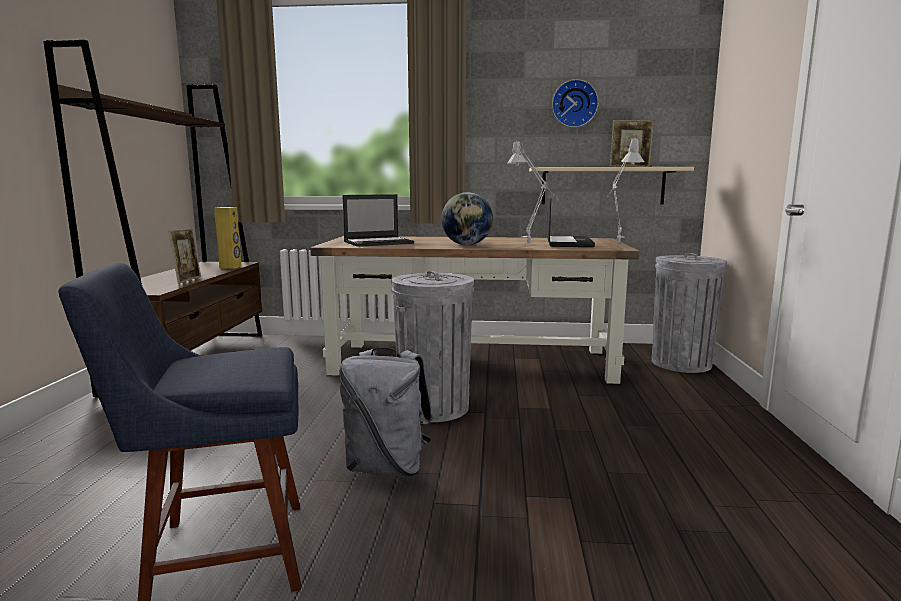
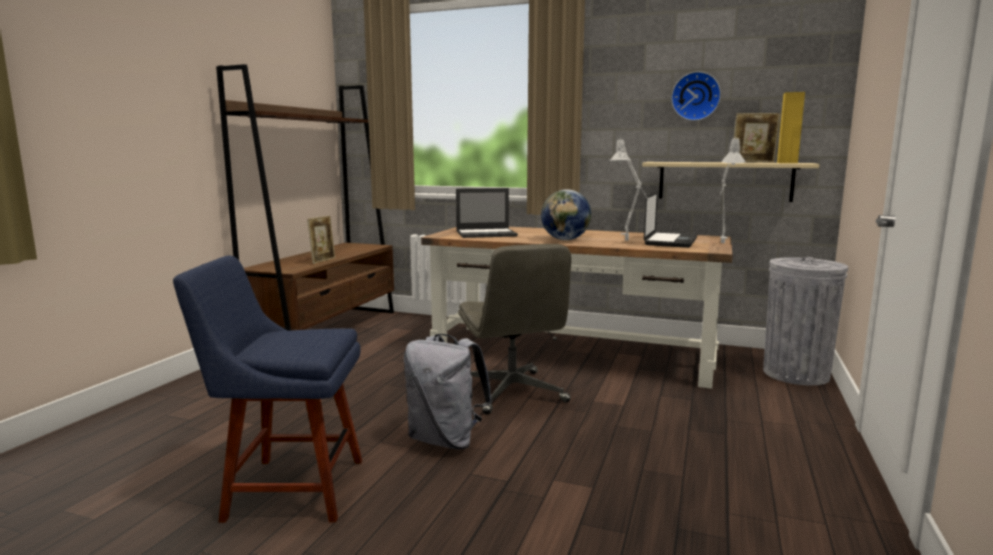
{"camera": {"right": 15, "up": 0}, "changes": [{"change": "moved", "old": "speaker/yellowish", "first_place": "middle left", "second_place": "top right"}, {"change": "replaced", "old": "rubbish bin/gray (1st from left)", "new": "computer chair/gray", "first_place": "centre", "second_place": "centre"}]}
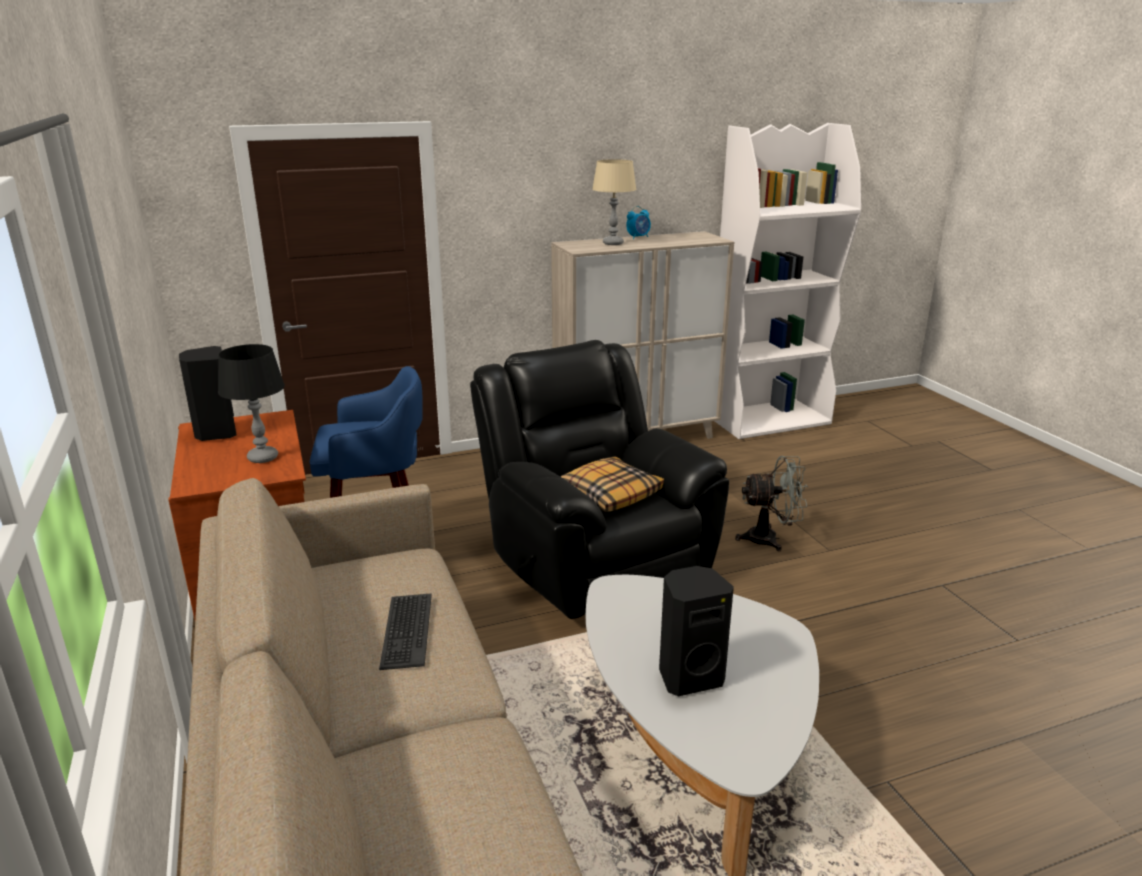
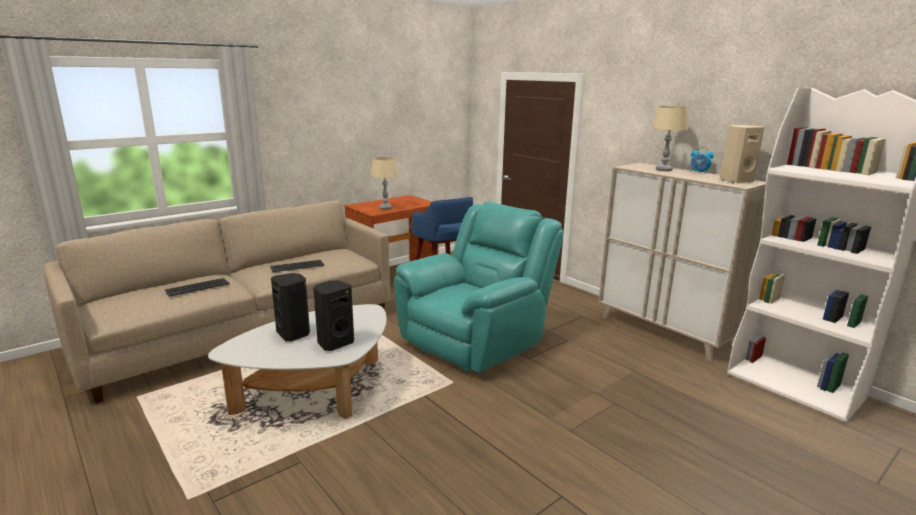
{"camera": {"right": 70, "up": -5}, "changes": [{"change": "moved", "old": "speaker/black-coloured (1st from left in the first image)", "new": "speaker/black-coloured (2nd from left)", "first_place": "middle left", "second_place": "centre"}, {"change": "recoloured", "old": "table lamp/black-coloured", "new": "table lamp/beige-coloured (1st from left)", "first_place": "middle left", "second_place": "centre"}, {"change": "recoloured", "old": "lounge chair/black-coloured", "new": "lounge chair/turquoise", "first_place": "centre", "second_place": "centre"}, {"change": "removed", "old": "throw pillow", "first_place": "centre"}, {"change": "removed", "old": "cooling fan/gray", "first_place": "middle right"}, {"change": "added", "new": "PC keyboard (1st from left)", "second_place": "middle left"}, {"change": "added", "new": "speaker/beige-coloured", "second_place": "top right"}]}
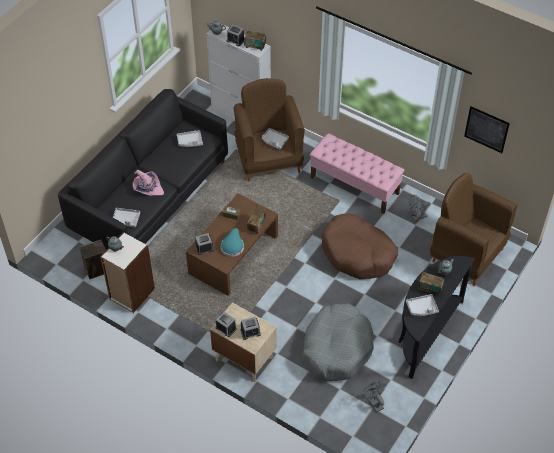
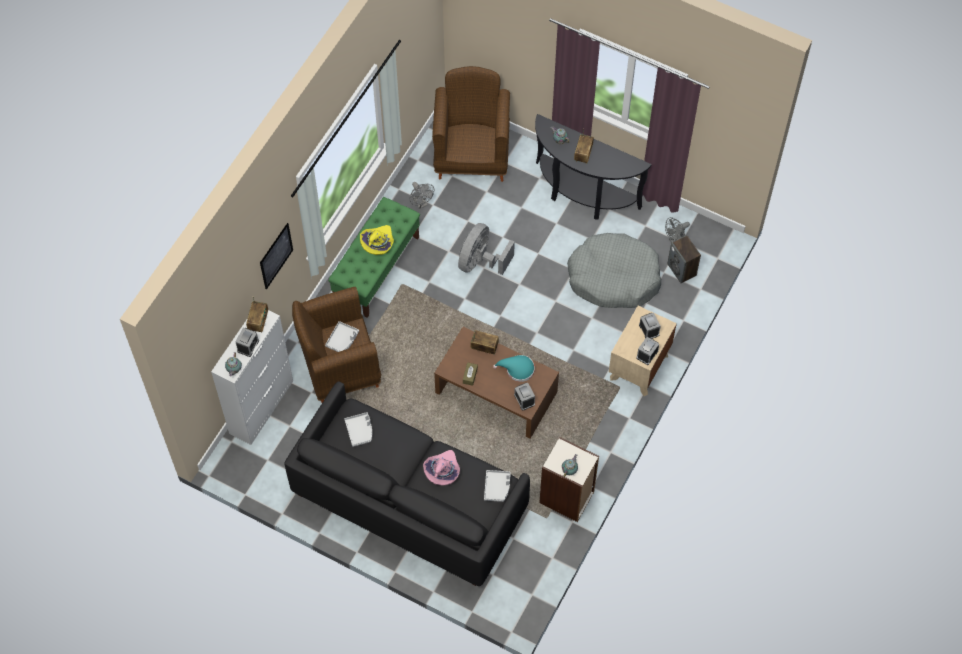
{"camera": {"right": -95, "up": 10}, "changes": [{"change": "moved", "old": "speaker", "first_place": "middle left", "second_place": "middle right"}, {"change": "recoloured", "old": "bench/pinkish", "new": "bench/greenish", "first_place": "centre", "second_place": "centre"}, {"change": "replaced", "old": "dog cushion/brown", "new": "cooling fan/gray (2nd from left)", "first_place": "centre", "second_place": "centre"}, {"change": "removed", "old": "serving tray/gray (4th from left)", "first_place": "bottom right"}, {"change": "turned", "old": "lounge chair/brown (2nd from left)", "first_place": "middle right", "second_place": "top centre", "degrees": 150}, {"change": "moved", "old": "wall picture", "first_place": "top right", "second_place": "middle left"}, {"change": "added", "new": "clothing hat/yellowish", "second_place": "centre"}]}
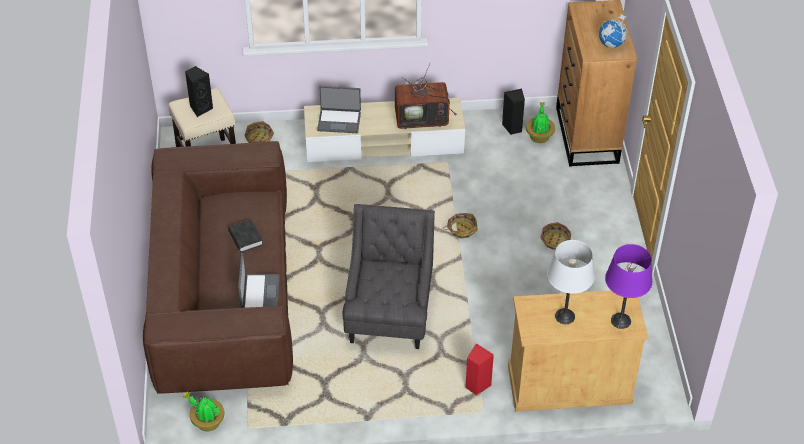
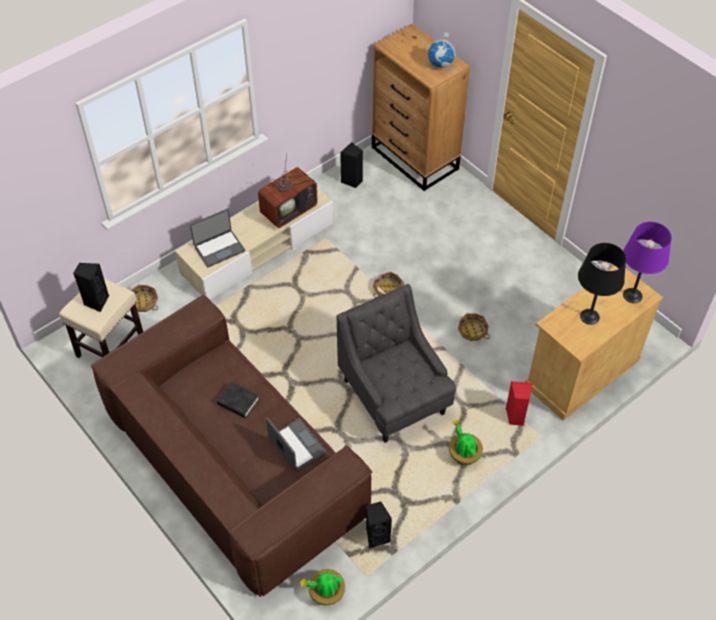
{"camera": {"right": -35, "up": 5}, "changes": [{"change": "moved", "old": "plant in a pot (2nd from left)", "first_place": "top right", "second_place": "bottom centre"}, {"change": "moved", "old": "household basket (3rd from left)", "first_place": "middle right", "second_place": "centre"}, {"change": "recoloured", "old": "table lamp/white", "new": "table lamp/black-coloured", "first_place": "middle right", "second_place": "middle right"}, {"change": "added", "new": "speaker/black-coloured (3rd from left)", "second_place": "bottom centre"}]}
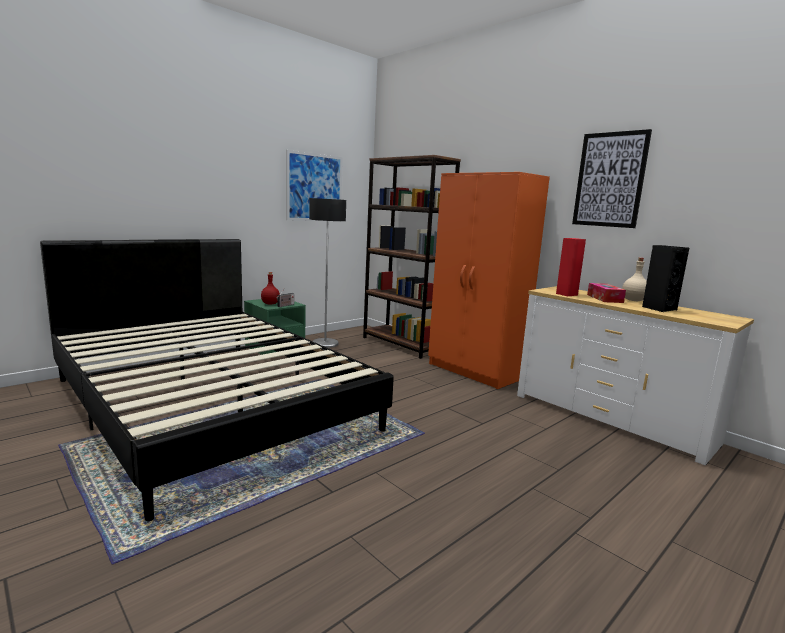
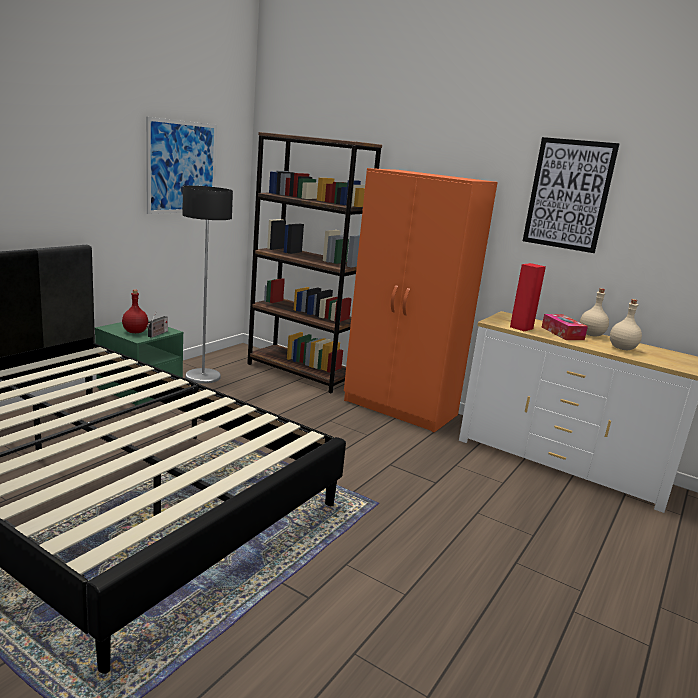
{"camera": {"right": -15, "up": 5}, "changes": [{"change": "replaced", "old": "speaker/black-coloured", "new": "beverage bottle/beige-coloured (2nd from left)", "first_place": "middle right", "second_place": "middle right"}]}
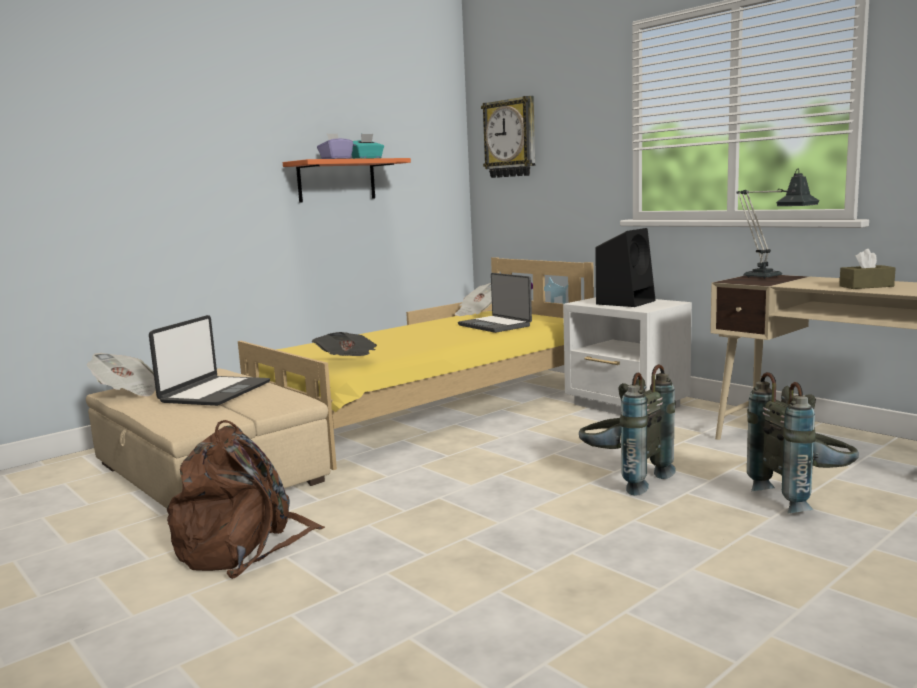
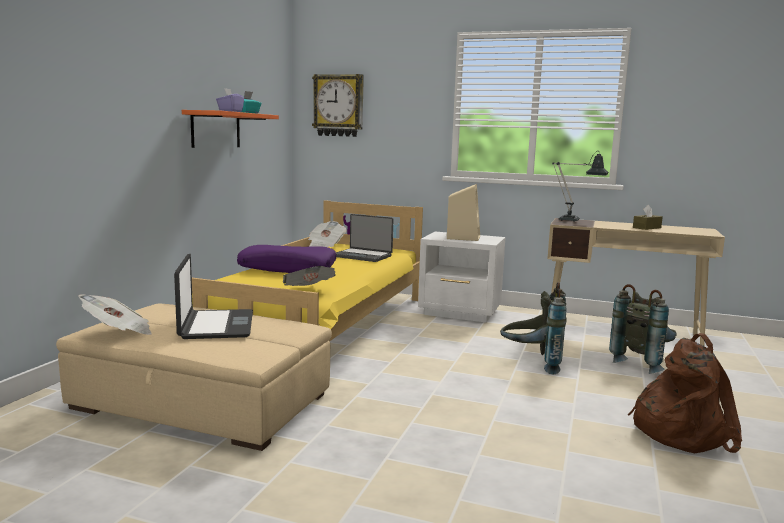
{"camera": {"right": -30, "up": 0}, "changes": [{"change": "moved", "old": "rucksack/brown", "first_place": "bottom left", "second_place": "bottom right"}, {"change": "recoloured", "old": "speaker/black-coloured", "new": "speaker/beige-coloured", "first_place": "middle right", "second_place": "centre"}, {"change": "added", "new": "throw pillow/purple-coloured", "second_place": "centre"}]}
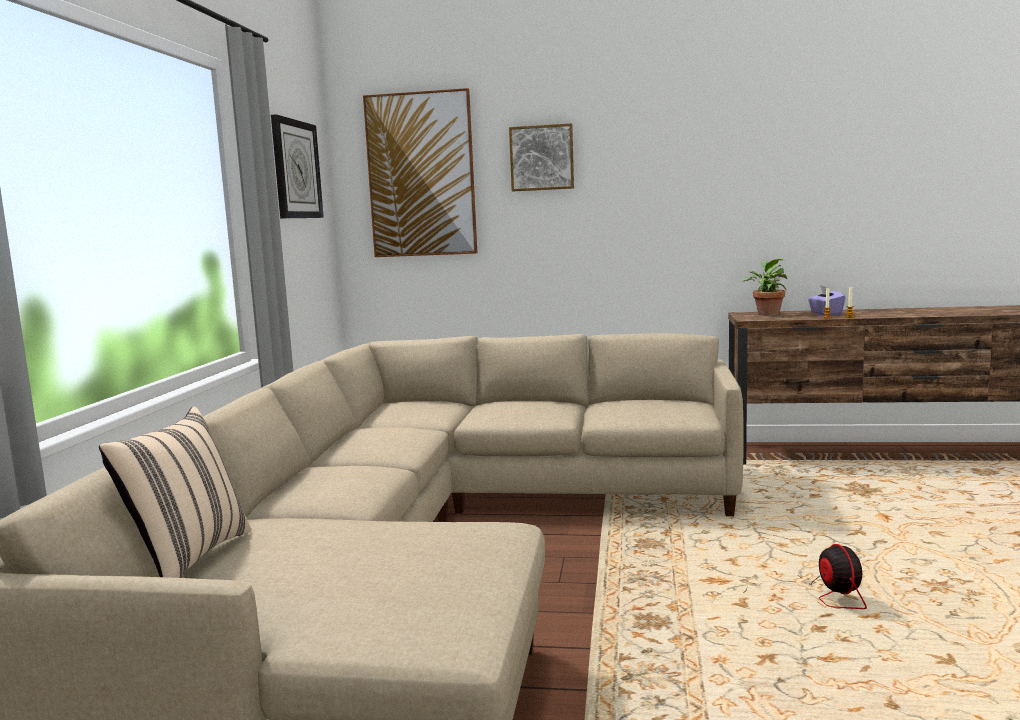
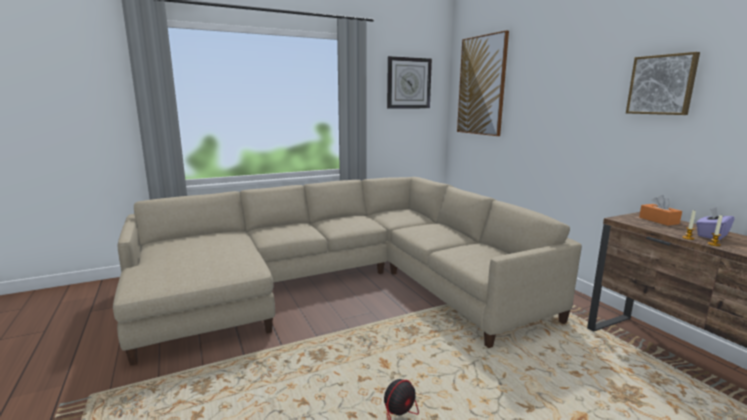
{"camera": {"right": 55, "up": 5}, "changes": [{"change": "removed", "old": "throw pillow/beige-coloured", "first_place": "bottom left"}, {"change": "moved", "old": "wall picture (2nd from left)", "first_place": "top centre", "second_place": "top right"}, {"change": "replaced", "old": "plant in a pot", "new": "tissue holder/orange-coloured", "first_place": "middle right", "second_place": "middle right"}]}
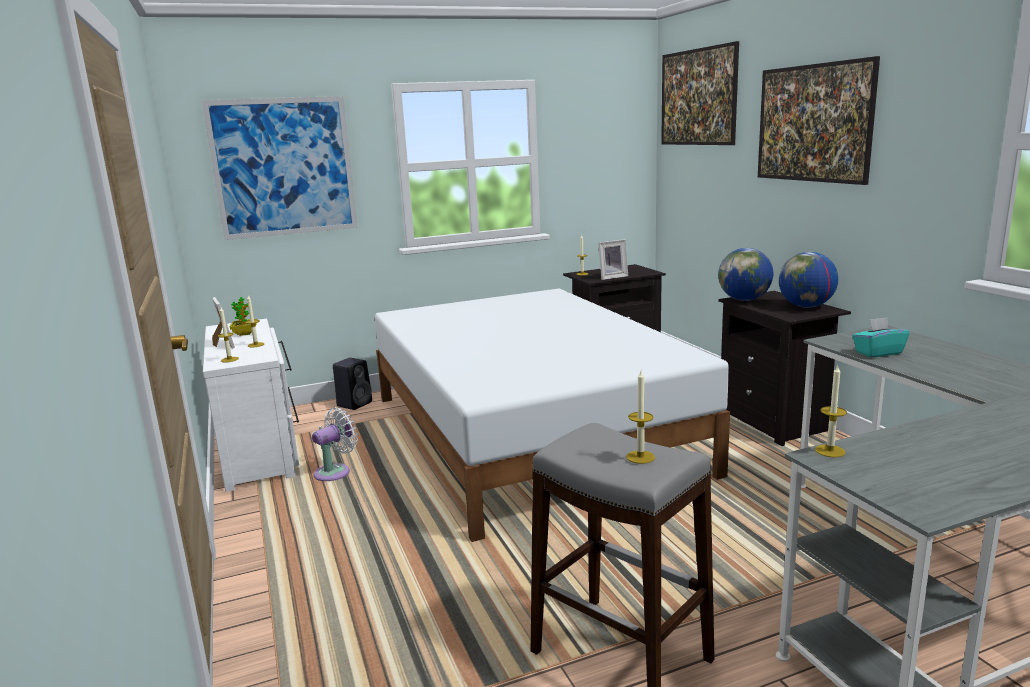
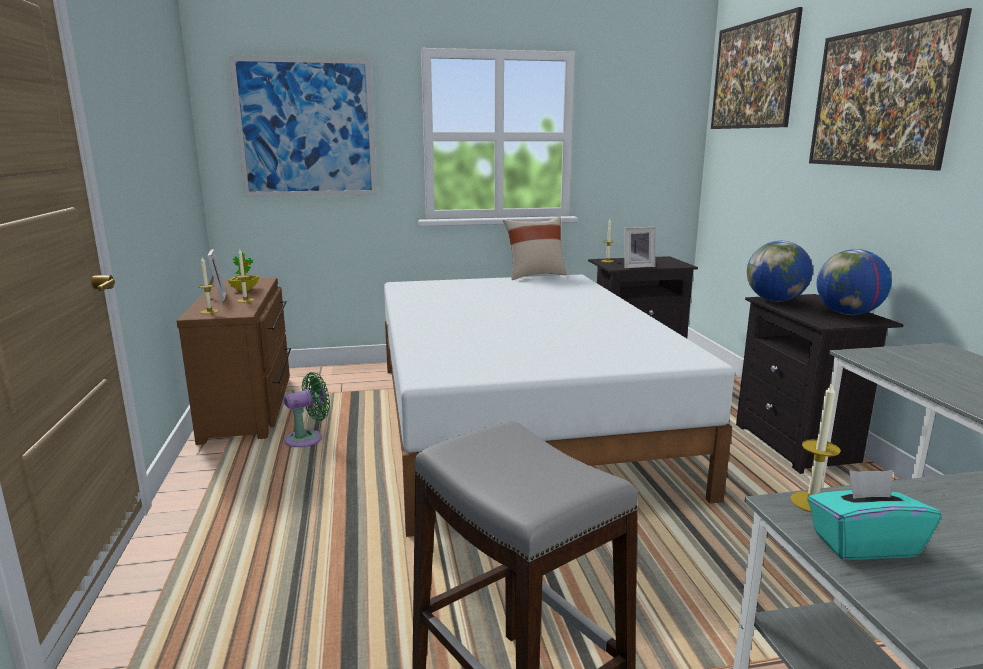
{"camera": {"right": 10, "up": 0}, "changes": [{"change": "recoloured", "old": "drawer chest/white", "new": "drawer chest/brown", "first_place": "middle left", "second_place": "middle left"}, {"change": "recoloured", "old": "cooling fan/white", "new": "cooling fan/greenish", "first_place": "middle left", "second_place": "middle left"}, {"change": "removed", "old": "speaker/black-coloured", "first_place": "centre"}, {"change": "removed", "old": "wax candle (4th from left)", "first_place": "centre"}, {"change": "moved", "old": "tissue holder/turquoise", "first_place": "middle right", "second_place": "bottom right"}, {"change": "added", "new": "throw pillow/beige-coloured", "second_place": "centre"}]}
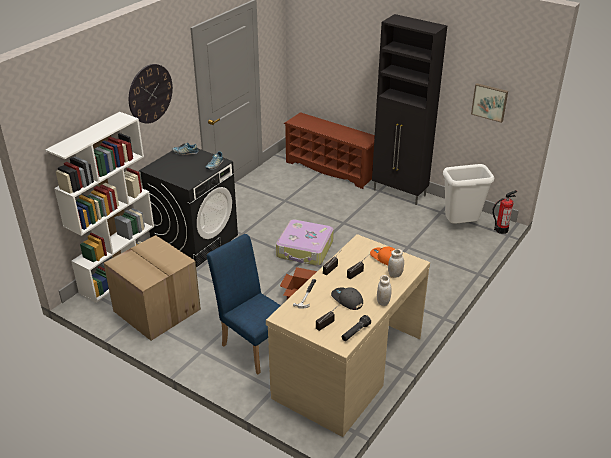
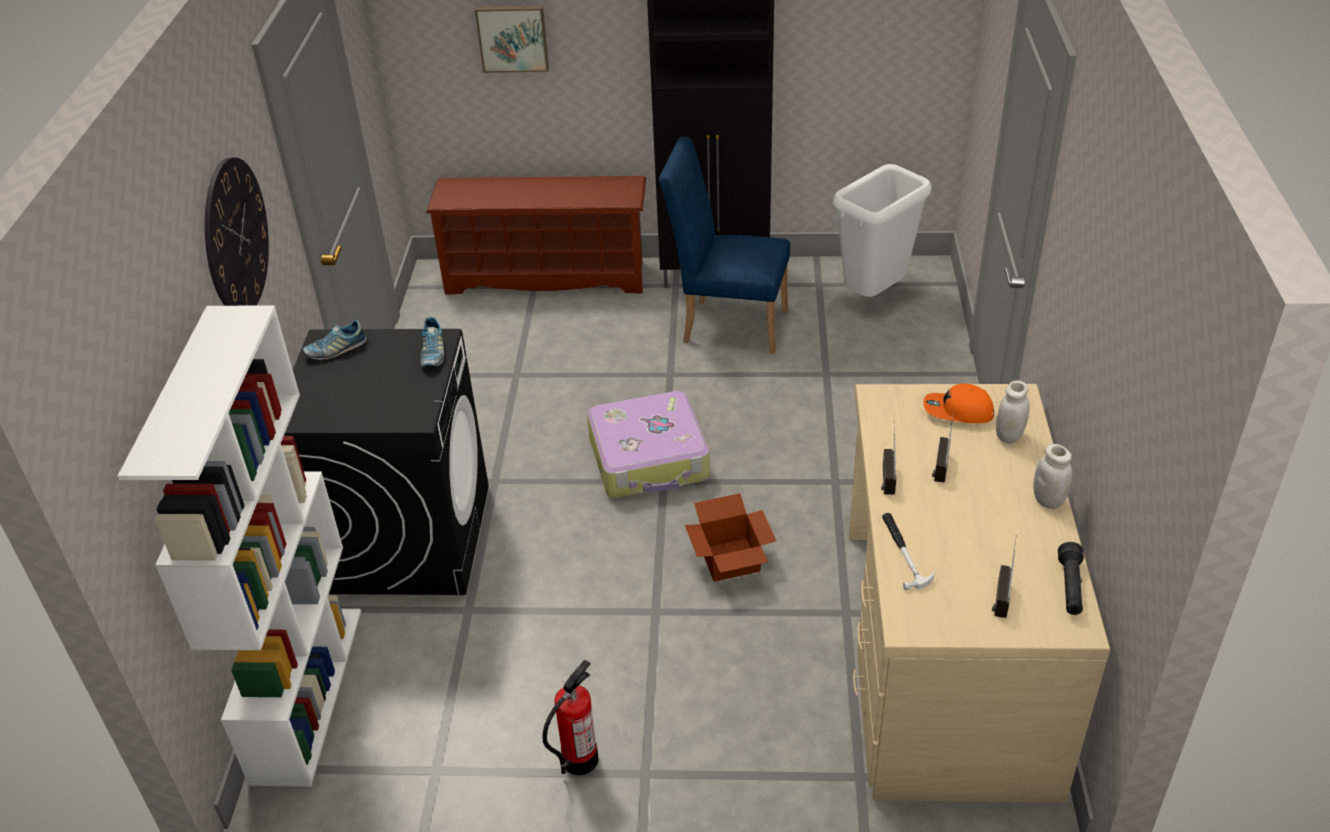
{"camera": {"right": -30, "up": 5}, "changes": [{"change": "removed", "old": "carton (1st from left)", "first_place": "middle left"}, {"change": "moved", "old": "chair/blue-coloured", "first_place": "centre", "second_place": "top centre"}, {"change": "removed", "old": "baseball cap/gray", "first_place": "centre"}, {"change": "moved", "old": "wall picture", "first_place": "top right", "second_place": "top centre"}, {"change": "moved", "old": "fire-fighting cylinder", "first_place": "middle right", "second_place": "bottom centre"}]}
